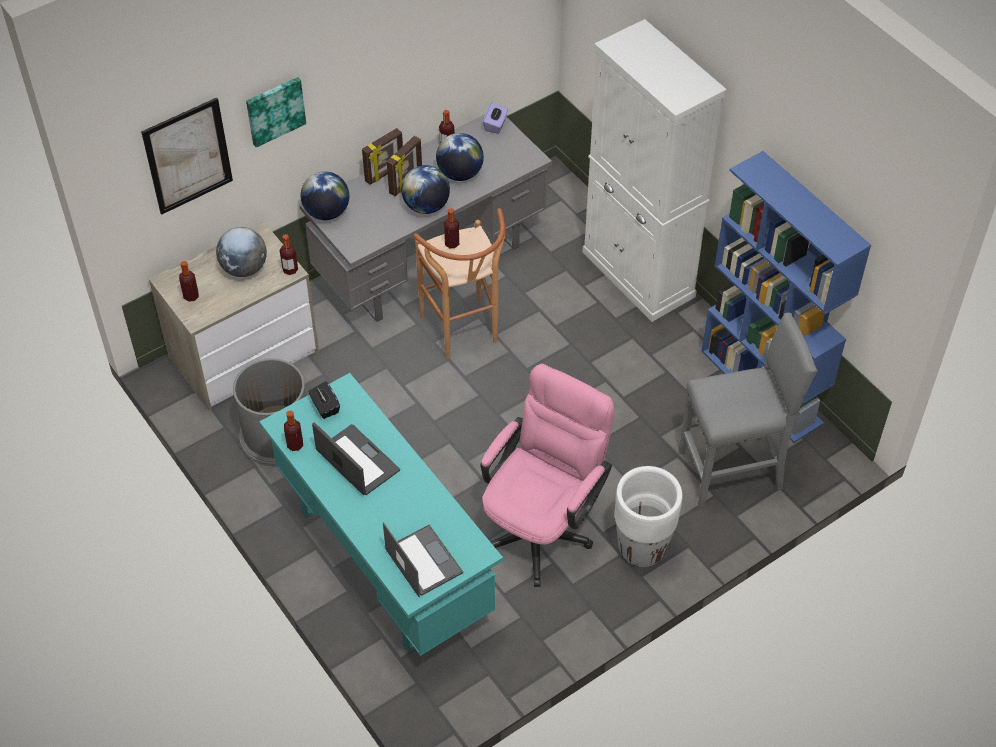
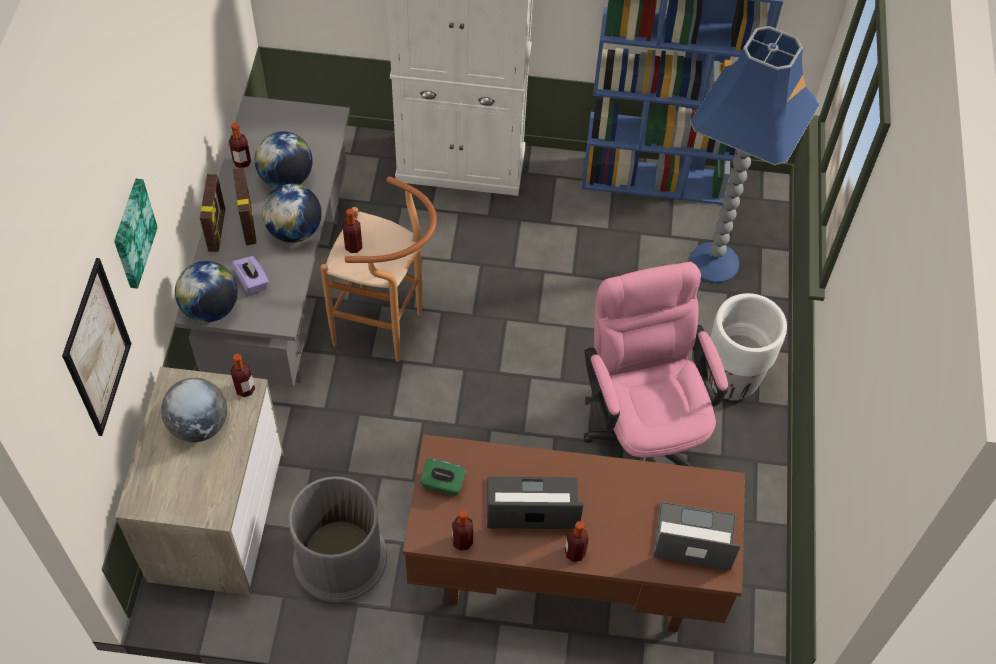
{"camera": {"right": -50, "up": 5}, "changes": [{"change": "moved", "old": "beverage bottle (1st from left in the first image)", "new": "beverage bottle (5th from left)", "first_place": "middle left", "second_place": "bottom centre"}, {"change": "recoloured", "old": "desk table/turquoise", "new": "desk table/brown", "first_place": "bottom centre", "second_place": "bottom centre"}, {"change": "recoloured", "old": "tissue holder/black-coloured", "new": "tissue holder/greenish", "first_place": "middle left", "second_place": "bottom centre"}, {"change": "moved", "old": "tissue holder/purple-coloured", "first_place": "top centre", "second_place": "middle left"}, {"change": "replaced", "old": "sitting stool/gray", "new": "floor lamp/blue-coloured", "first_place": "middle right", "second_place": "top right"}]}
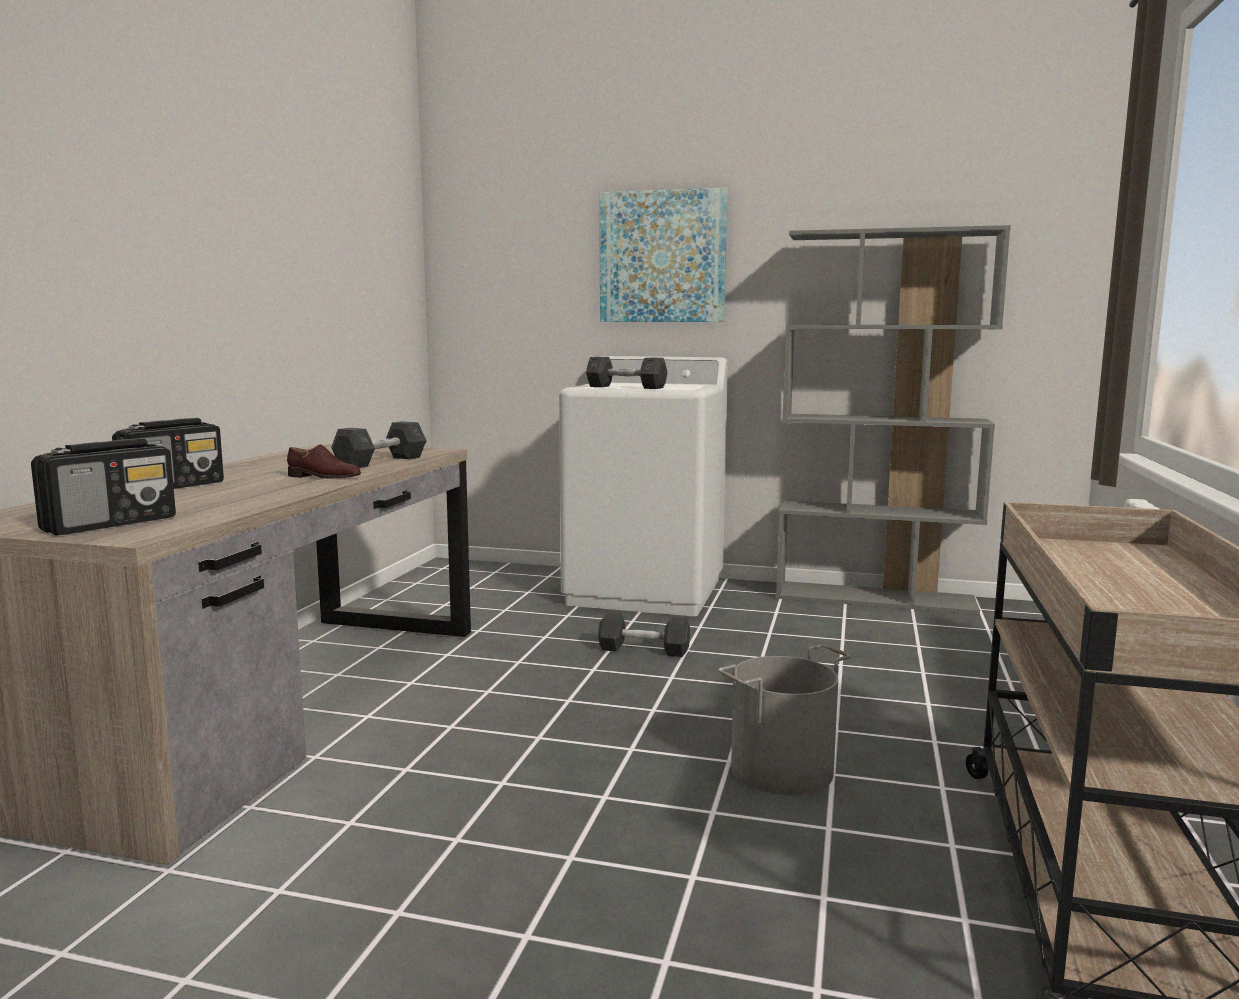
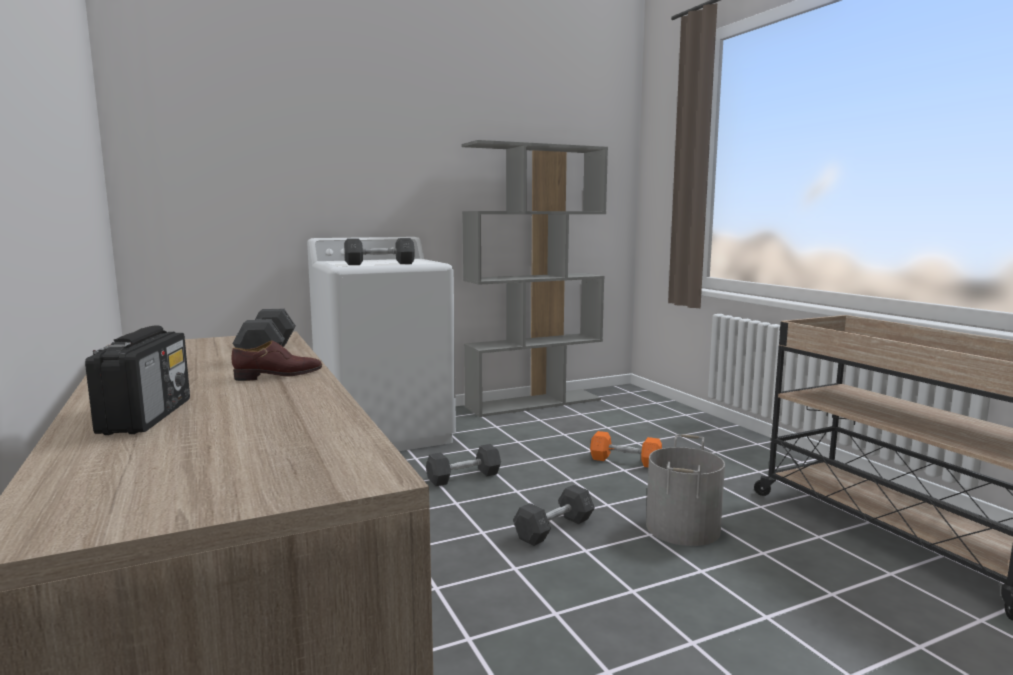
{"camera": {"right": -40, "up": 0}, "changes": [{"change": "removed", "old": "radio set (1st from left)", "first_place": "middle left"}, {"change": "removed", "old": "wall picture", "first_place": "top centre"}, {"change": "added", "new": "dumbbell/gray (4th from left)", "second_place": "bottom centre"}, {"change": "added", "new": "dumbbell/orange-coloured", "second_place": "centre"}]}
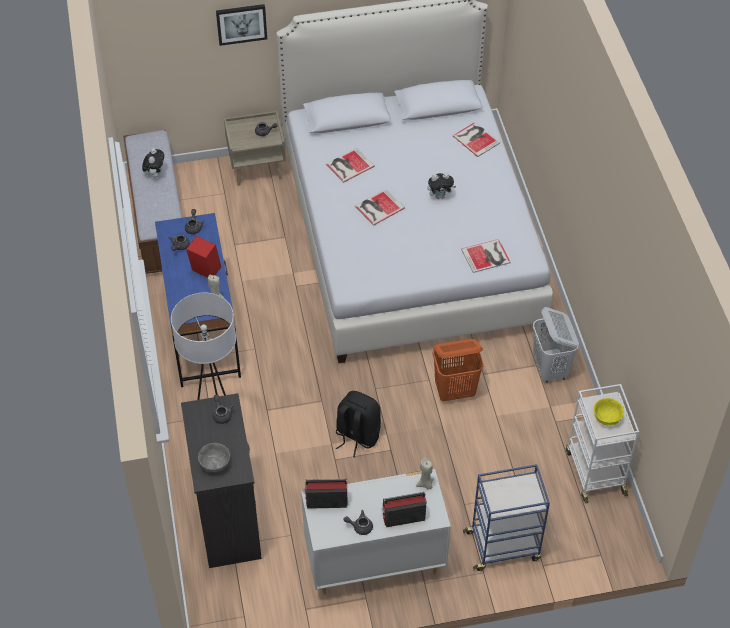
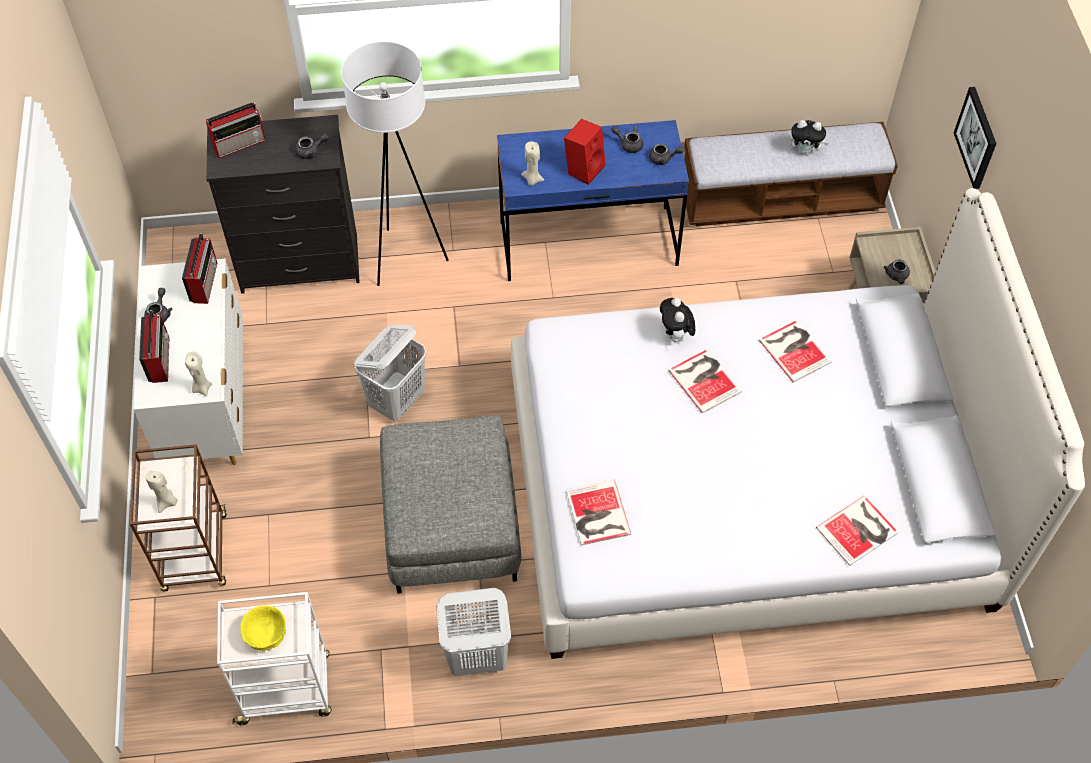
{"camera": {"right": 95, "up": 5}, "changes": [{"change": "replaced", "old": "bowl/gray", "new": "radio set (3rd from left)", "first_place": "bottom left", "second_place": "top left"}, {"change": "replaced", "old": "rucksack/black-coloured", "new": "washing basket/white (1st from left)", "first_place": "bottom centre", "second_place": "centre"}, {"change": "moved", "old": "soft toy (2nd from left in the first image)", "new": "soft toy (1st from left)", "first_place": "top centre", "second_place": "centre"}, {"change": "replaced", "old": "washing basket/orange-coloured", "new": "footrest/gray", "first_place": "centre", "second_place": "centre"}, {"change": "recoloured", "old": "trolley/blue-coloured", "new": "trolley/brown", "first_place": "bottom right", "second_place": "bottom left"}, {"change": "added", "new": "wax candle/beige-coloured (1st from left)", "second_place": "middle left"}]}
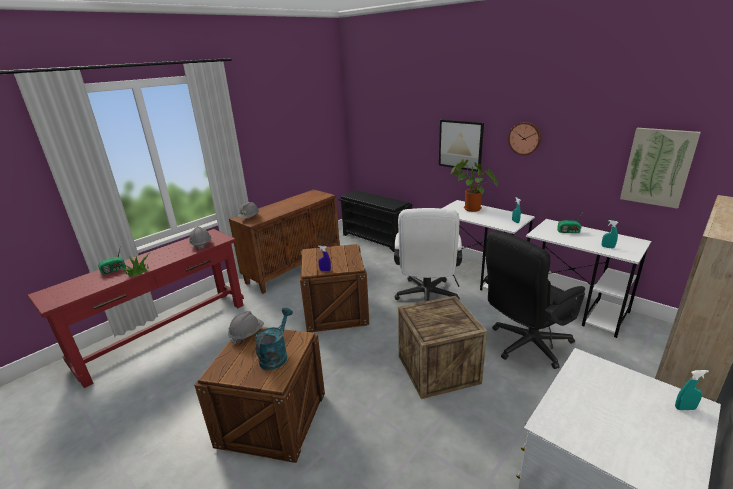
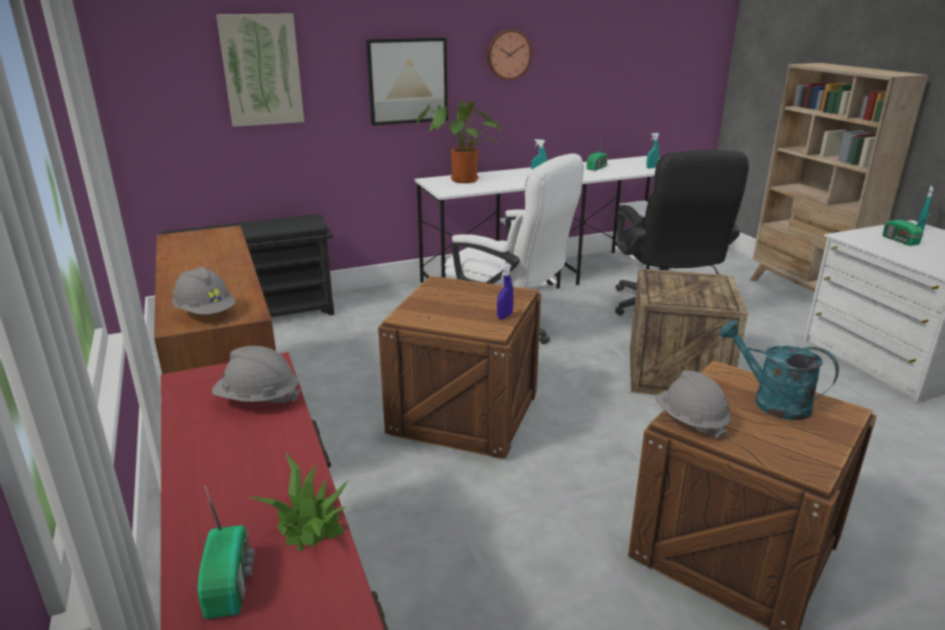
{"camera": {"right": -65, "up": 0}, "changes": [{"change": "moved", "old": "wall picture (2nd from left in the first image)", "new": "wall picture (1st from left)", "first_place": "middle right", "second_place": "top left"}, {"change": "added", "new": "radio set (3rd from left)", "second_place": "middle right"}]}
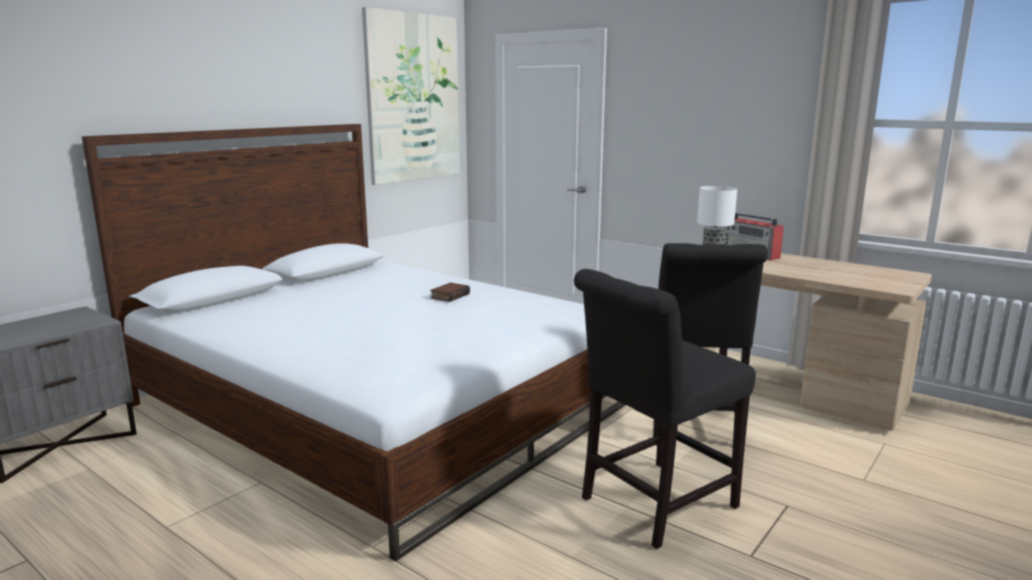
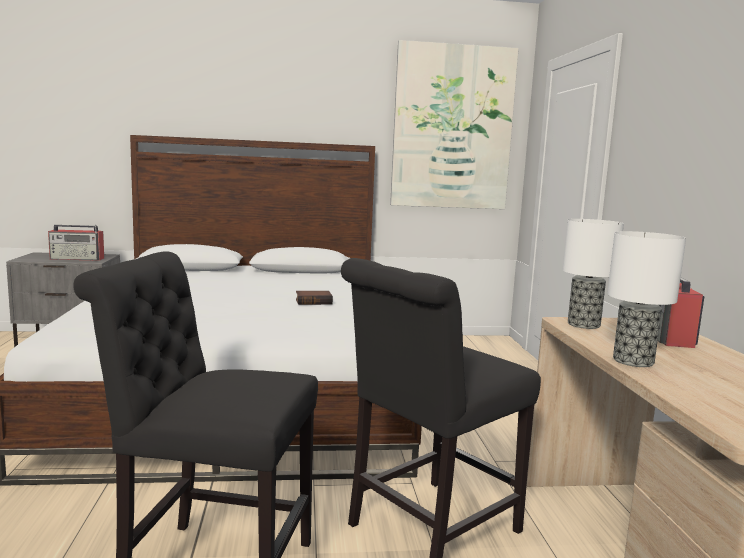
{"camera": {"right": 45, "up": -5}, "changes": [{"change": "added", "new": "radio set (1st from left)", "second_place": "middle left"}, {"change": "added", "new": "table lamp (2nd from left)", "second_place": "middle right"}]}
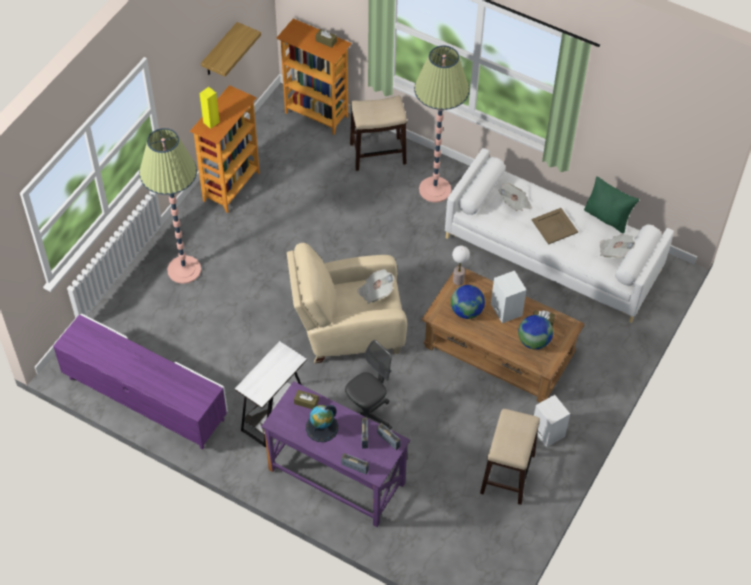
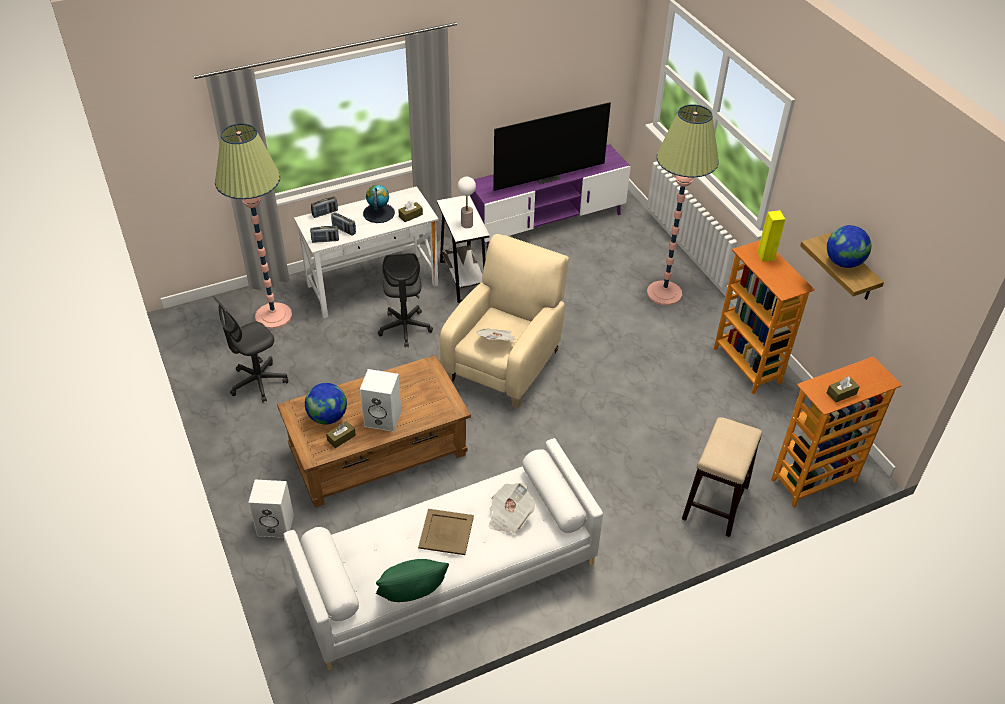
{"camera": {"right": 125, "up": -10}, "changes": [{"change": "recoloured", "old": "desk table/purple-coloured", "new": "desk table/white", "first_place": "bottom centre", "second_place": "centre"}, {"change": "moved", "old": "floor lamp (2nd from left in the first image)", "new": "floor lamp (1st from left)", "first_place": "top centre", "second_place": "top left"}, {"change": "moved", "old": "globe (2nd from left in the first image)", "new": "globe (3rd from left)", "first_place": "centre", "second_place": "middle right"}, {"change": "moved", "old": "table lamp", "first_place": "centre", "second_place": "top centre"}, {"change": "replaced", "old": "sitting stool (2nd from left)", "new": "computer chair/gray (1st from left)", "first_place": "bottom right", "second_place": "middle left"}, {"change": "moved", "old": "speaker/white (2nd from left in the first image)", "new": "speaker/white (1st from left)", "first_place": "bottom right", "second_place": "bottom left"}, {"change": "removed", "old": "daily paper (3rd from left)", "first_place": "middle right"}, {"change": "added", "new": "TV", "second_place": "top centre"}]}
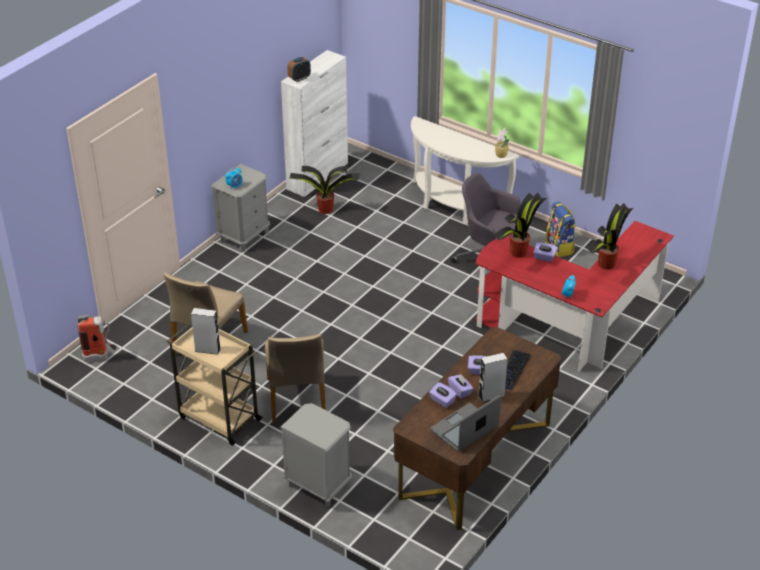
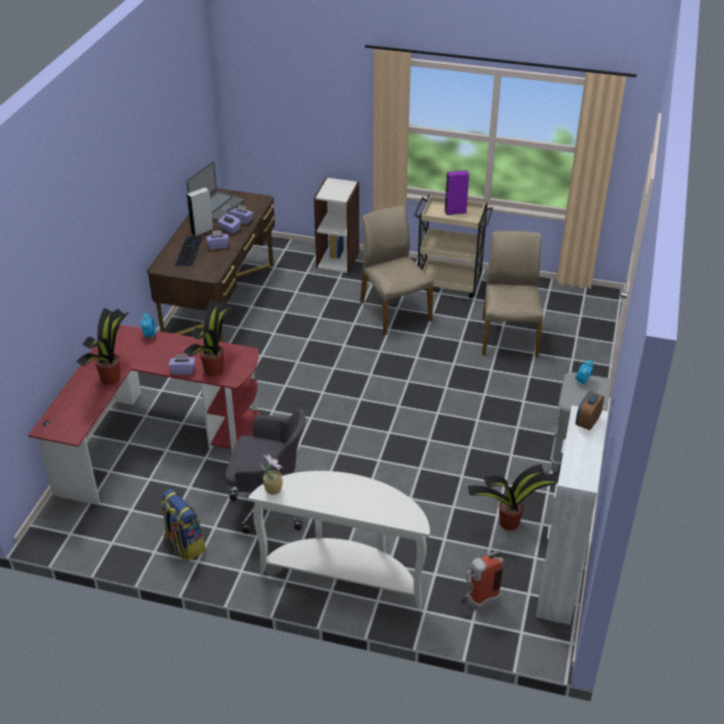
{"camera": {"right": 160, "up": 0}, "changes": [{"change": "moved", "old": "fire-fighting cylinder", "first_place": "middle left", "second_place": "bottom centre"}, {"change": "recoloured", "old": "speaker/gray (1st from left)", "new": "speaker/purple-coloured", "first_place": "middle left", "second_place": "top centre"}, {"change": "replaced", "old": "nightstand/gray (2nd from left)", "new": "shelving unit", "first_place": "bottom centre", "second_place": "top centre"}]}
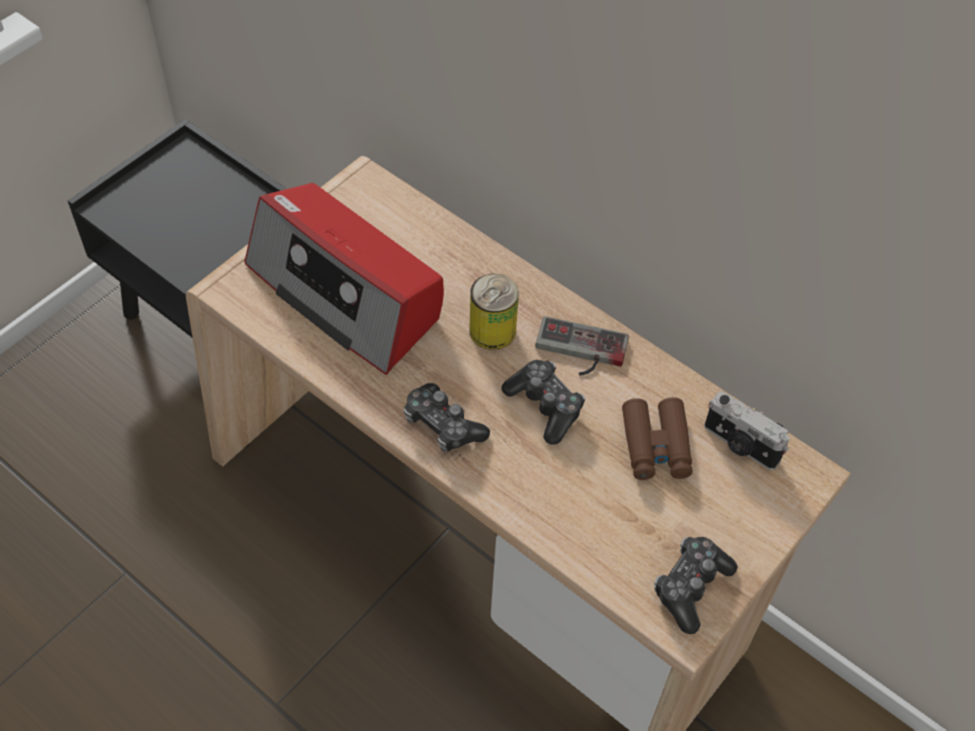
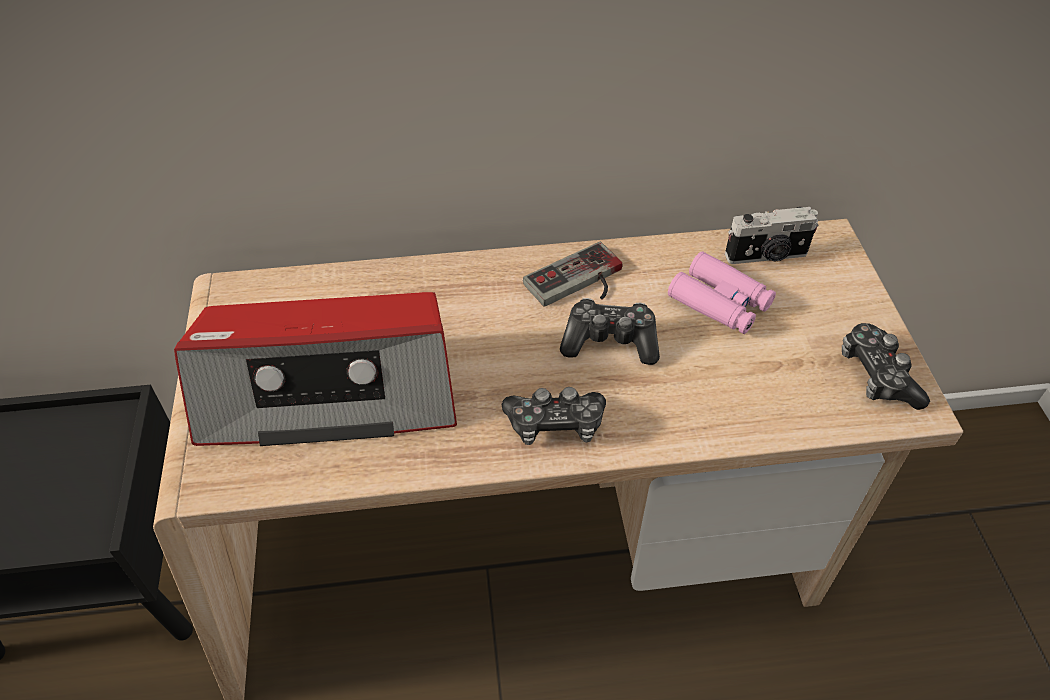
{"camera": {"right": -45, "up": -5}, "changes": [{"change": "removed", "old": "sealed can", "first_place": "centre"}, {"change": "recoloured", "old": "binoculars/brown", "new": "binoculars/pinkish", "first_place": "middle right", "second_place": "middle right"}]}
